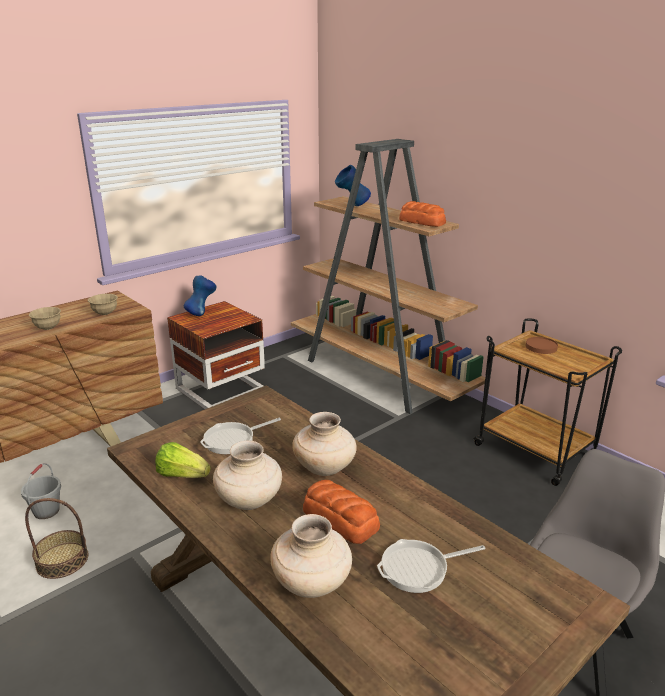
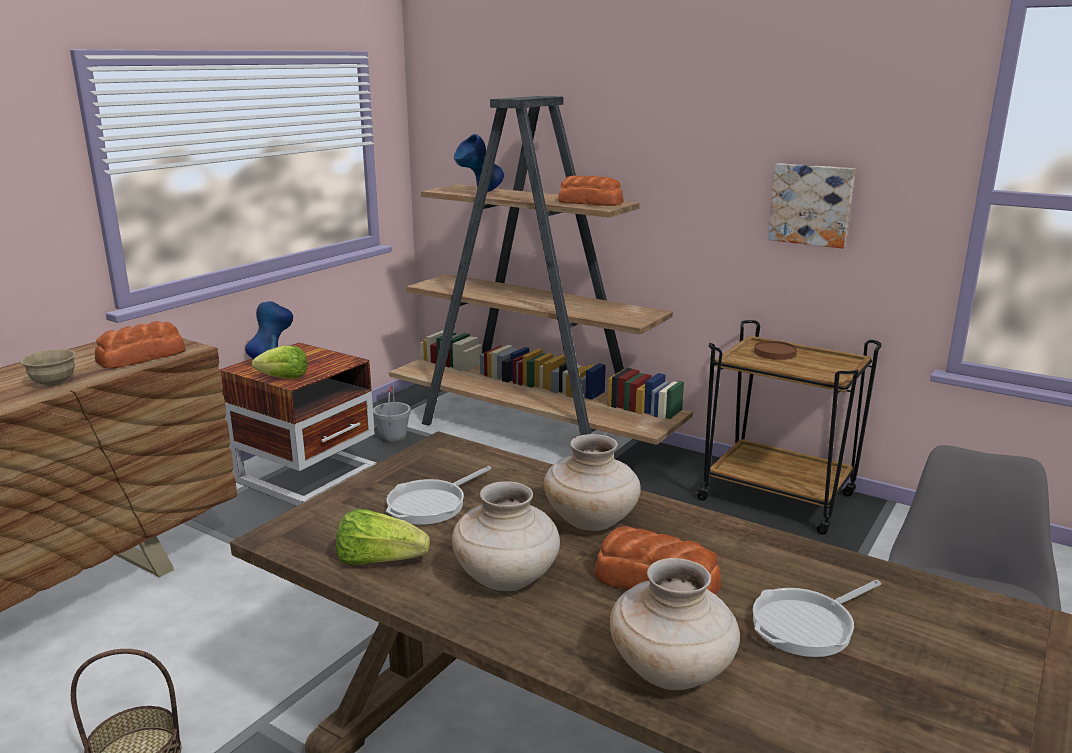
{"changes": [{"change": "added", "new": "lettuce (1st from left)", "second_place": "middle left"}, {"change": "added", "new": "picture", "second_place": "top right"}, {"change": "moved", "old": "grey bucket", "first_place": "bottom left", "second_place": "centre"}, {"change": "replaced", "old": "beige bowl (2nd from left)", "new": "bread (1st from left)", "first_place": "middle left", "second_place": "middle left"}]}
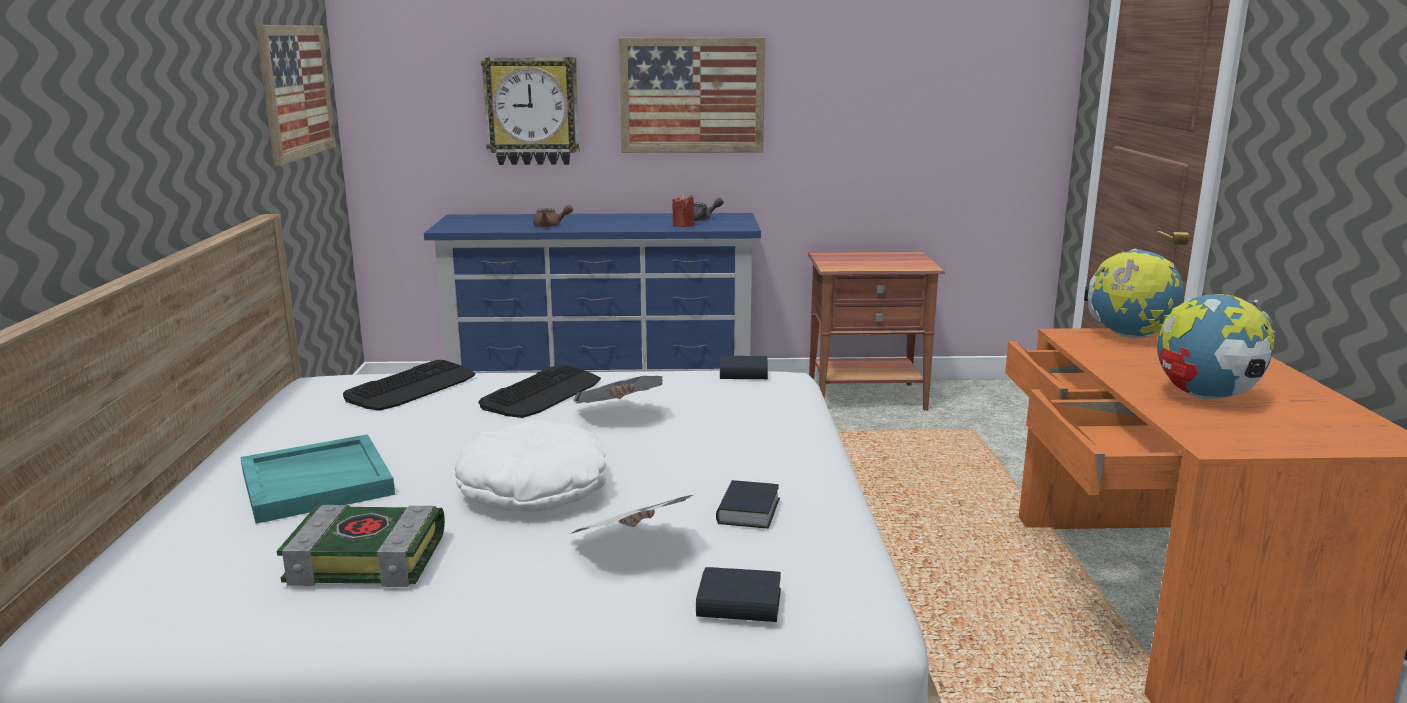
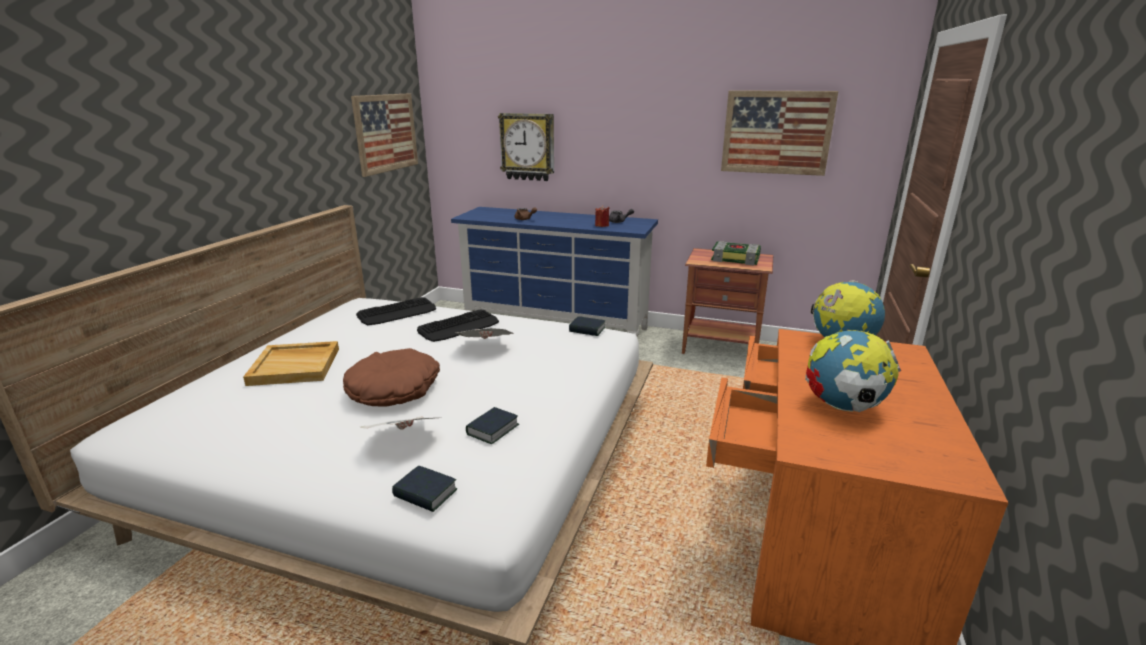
{"changes": [{"change": "moved", "old": "book (1st from left in the first image)", "new": "book (4th from left)", "first_place": "bottom left", "second_place": "centre"}, {"change": "moved", "old": "picture (2nd from left)", "first_place": "top centre", "second_place": "top right"}, {"change": "recoloured", "old": "turquoise tray", "new": "beige tray", "first_place": "bottom left", "second_place": "middle left"}, {"change": "recoloured", "old": "white pillow", "new": "brown pillow", "first_place": "centre", "second_place": "centre"}]}
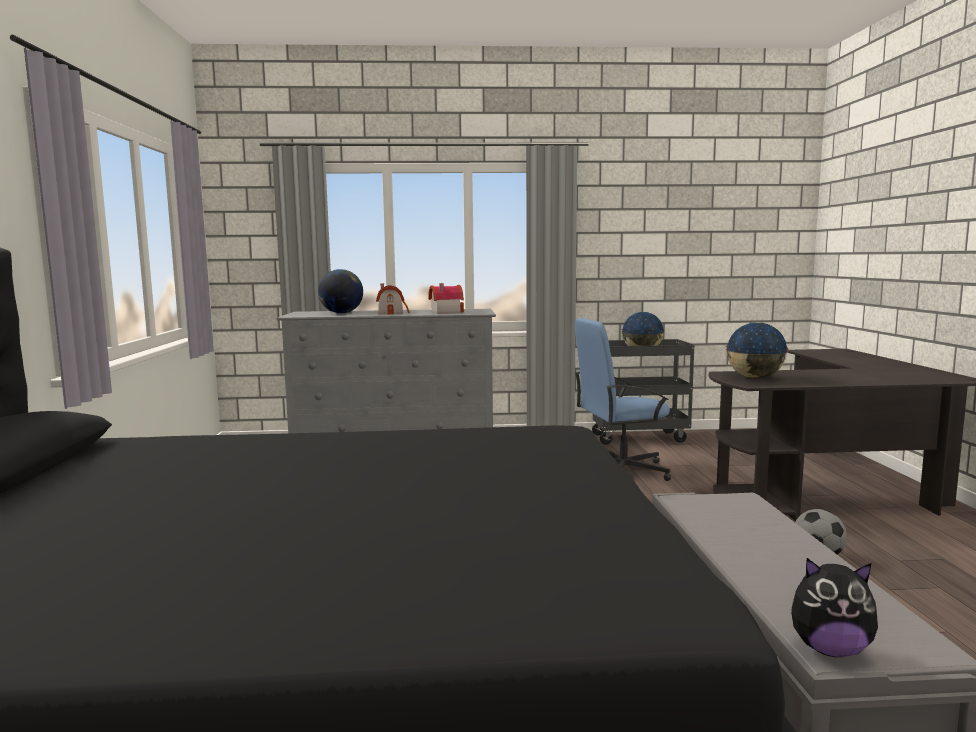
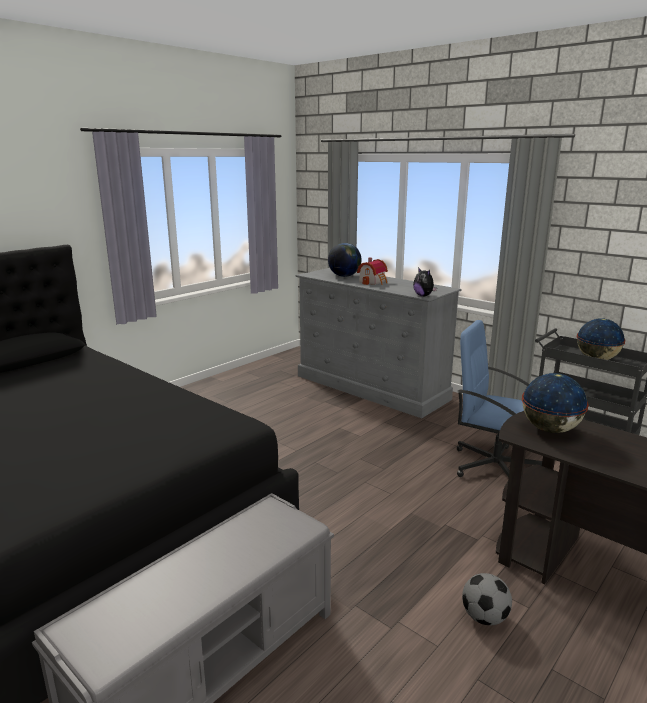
{"changes": [{"change": "removed", "old": "toy house (2nd from left)", "first_place": "centre"}, {"change": "moved", "old": "plush toy", "first_place": "bottom right", "second_place": "centre"}]}
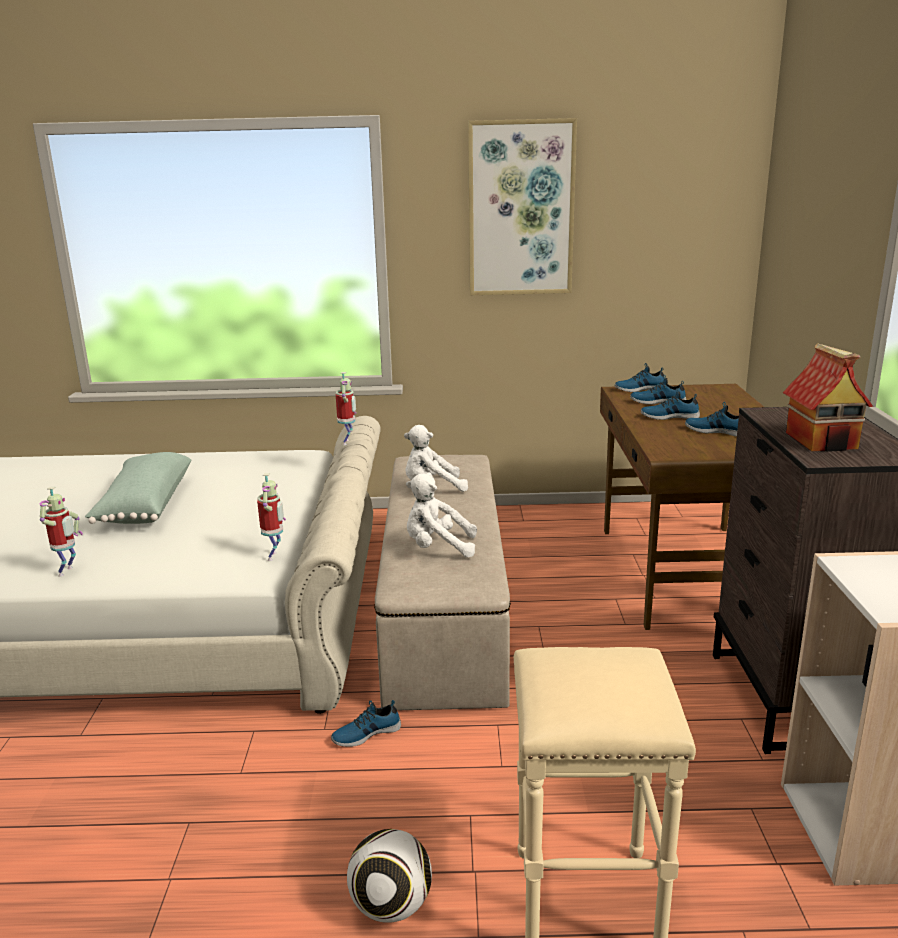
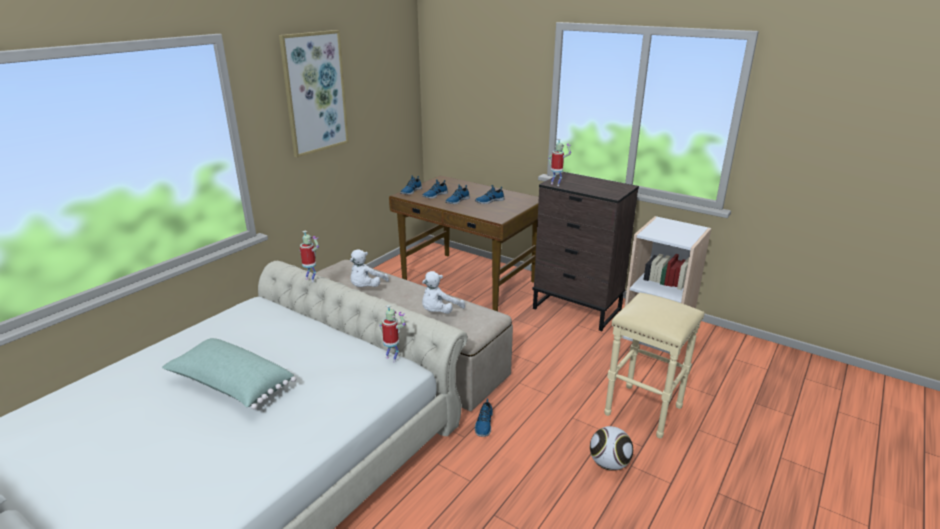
{"changes": [{"change": "removed", "old": "toy house", "first_place": "middle right"}, {"change": "moved", "old": "toy robot (1st from left in the first image)", "new": "toy robot (3rd from left)", "first_place": "middle left", "second_place": "top centre"}]}
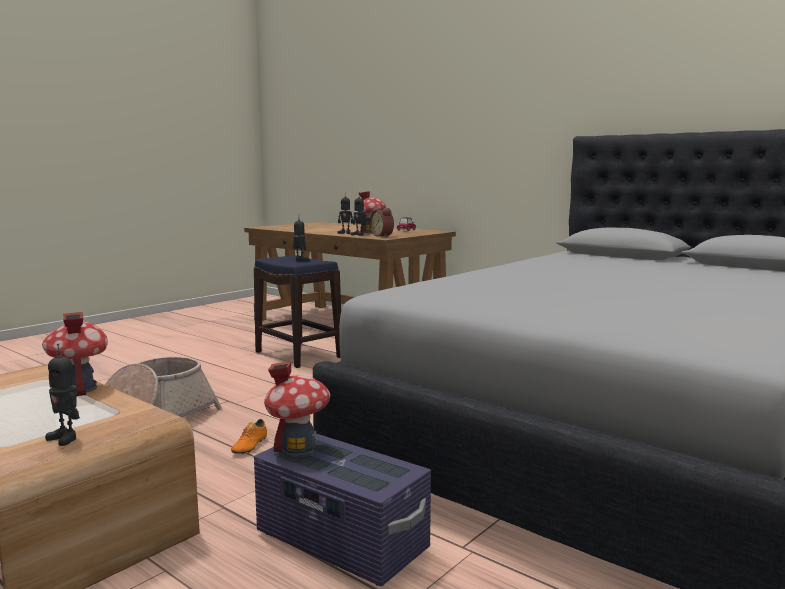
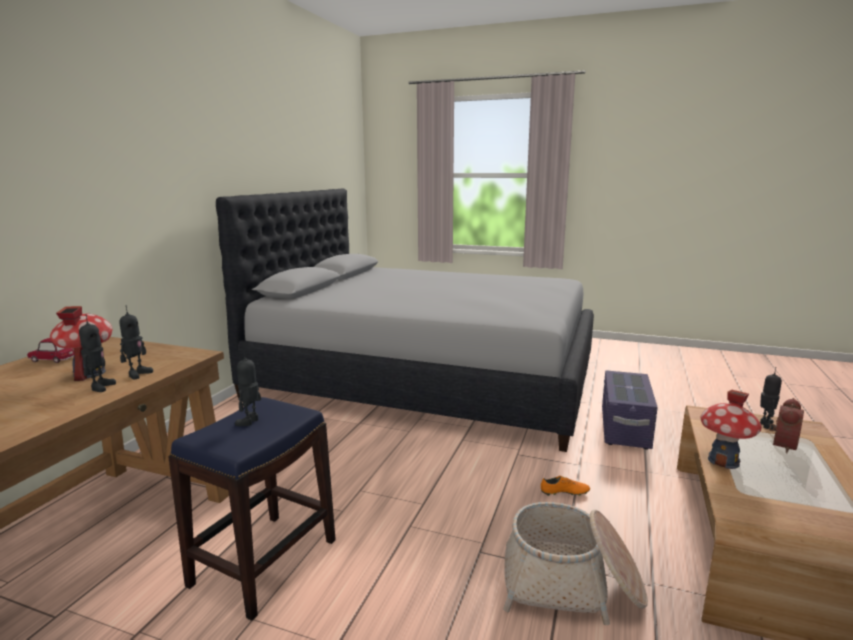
{"changes": [{"change": "removed", "old": "toy house (2nd from left)", "first_place": "bottom centre"}, {"change": "moved", "old": "alarm clock", "first_place": "centre", "second_place": "middle right"}]}
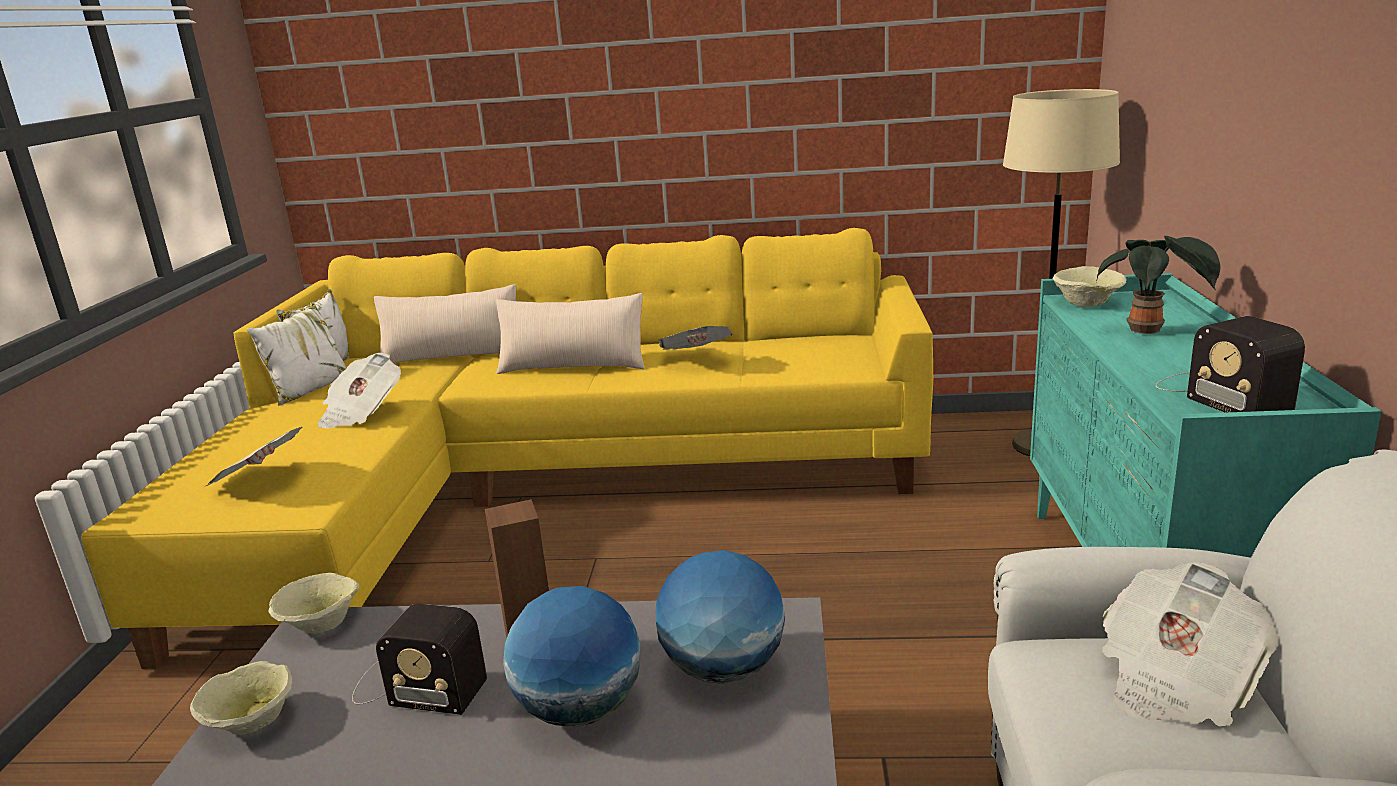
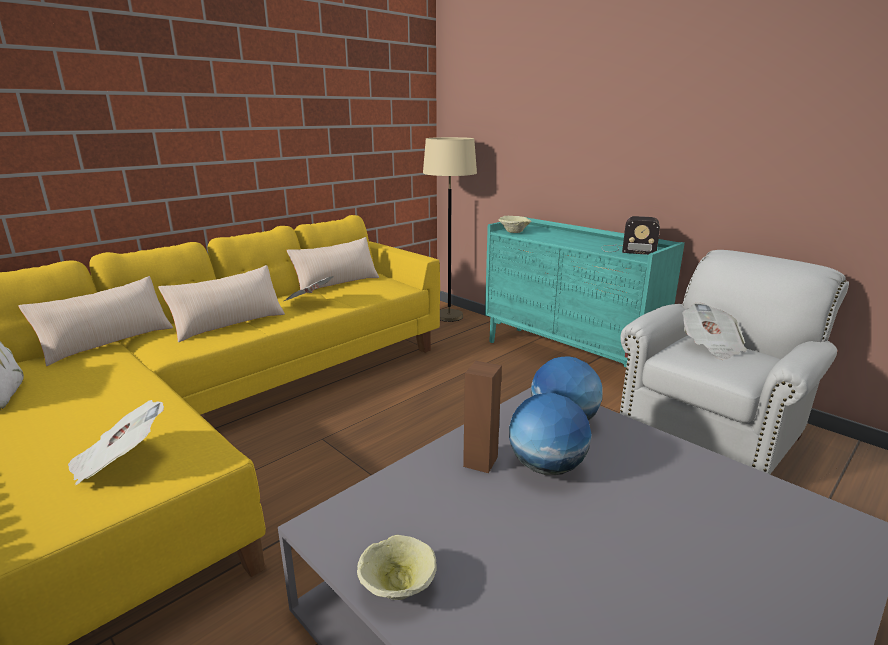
{"changes": [{"change": "removed", "old": "beige bowl (2nd from left)", "first_place": "bottom left"}, {"change": "removed", "old": "newspaper (2nd from left)", "first_place": "middle left"}, {"change": "removed", "old": "radio (1st from left)", "first_place": "bottom left"}, {"change": "removed", "old": "potted plant", "first_place": "middle right"}, {"change": "added", "new": "beige pillow (3rd from left)", "second_place": "centre"}]}
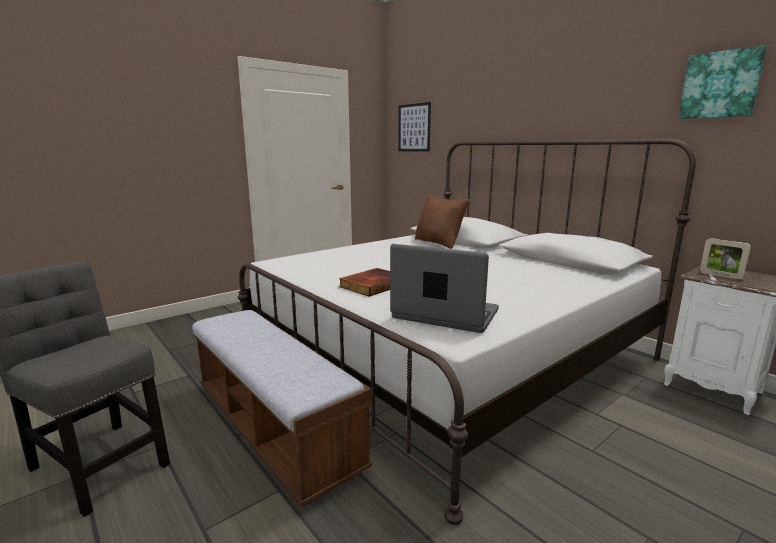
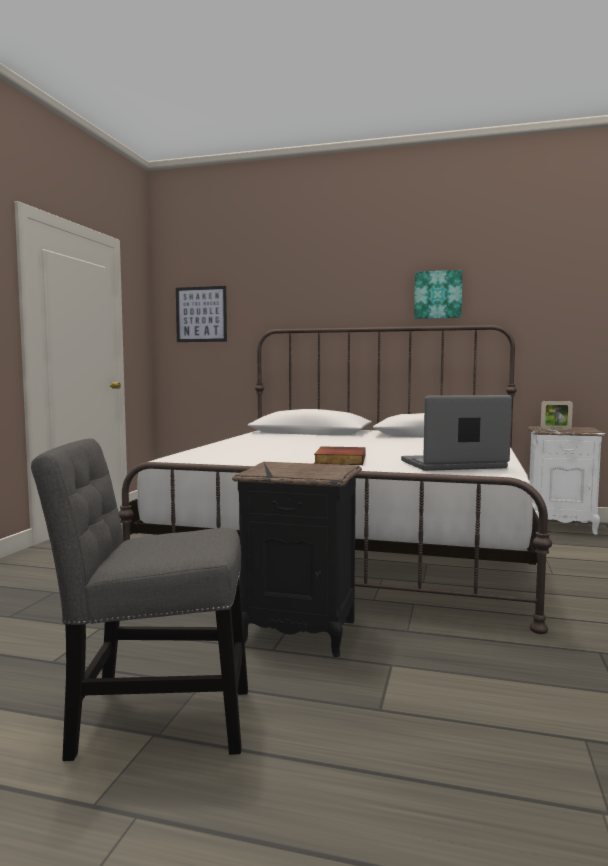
{"changes": [{"change": "removed", "old": "brown pillow", "first_place": "centre"}, {"change": "moved", "old": "picture (2nd from left)", "first_place": "top right", "second_place": "middle right"}, {"change": "replaced", "old": "bench", "new": "black nightstand", "first_place": "bottom centre", "second_place": "centre"}]}
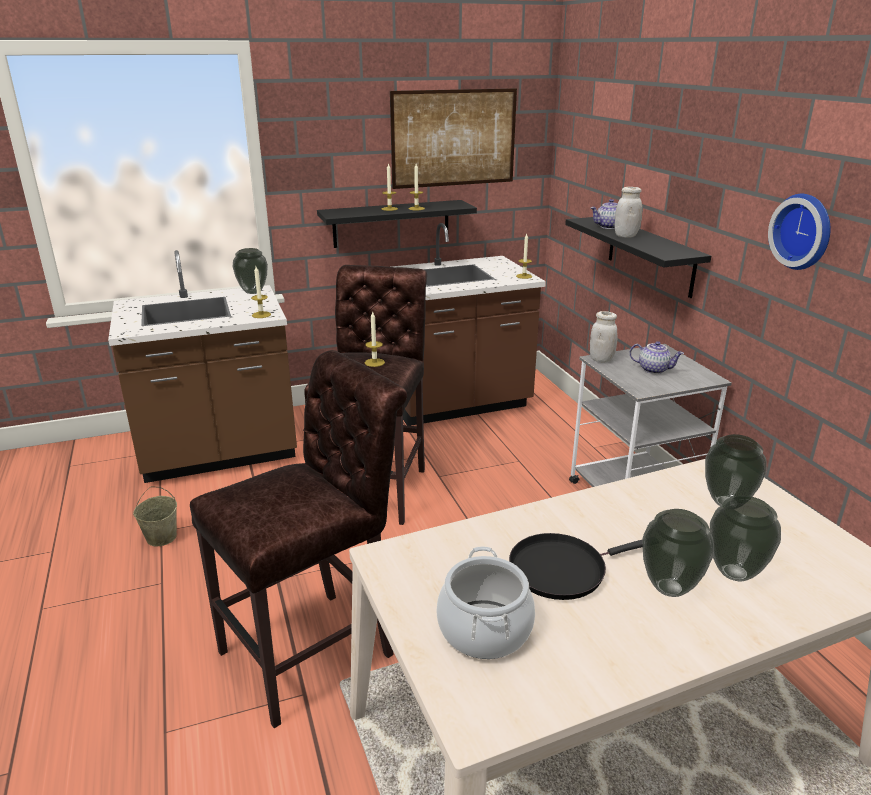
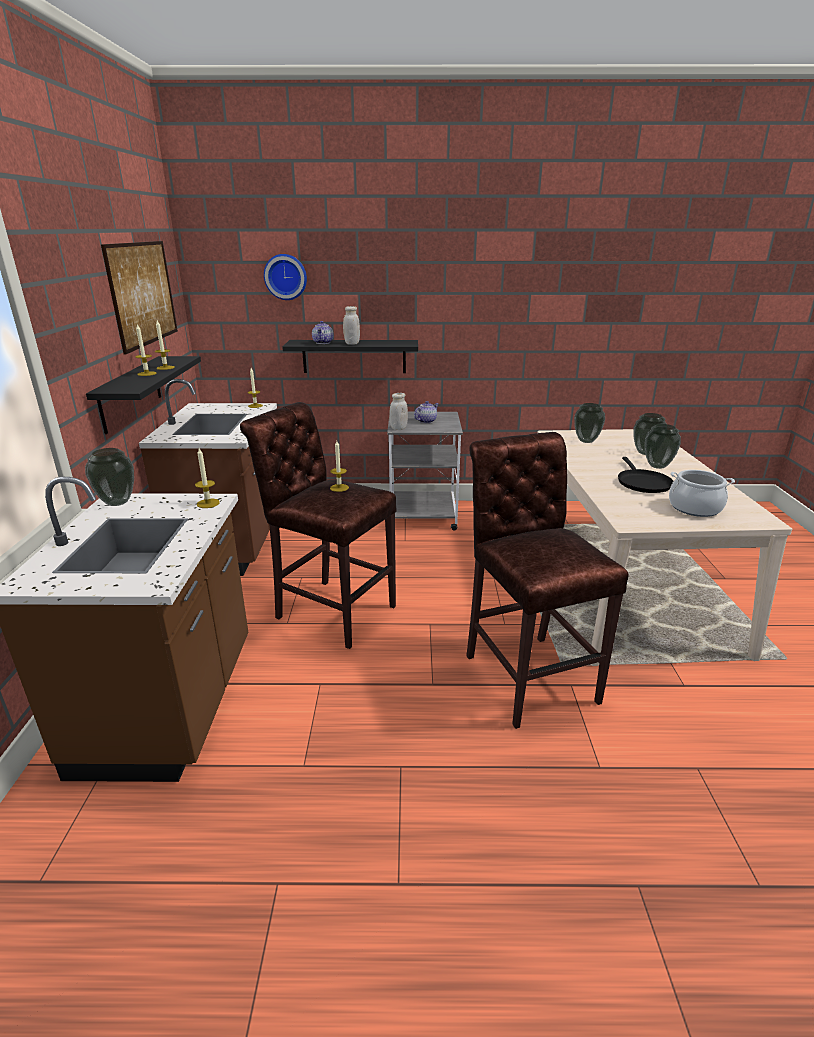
{"changes": [{"change": "removed", "old": "beige bucket", "first_place": "middle left"}, {"change": "moved", "old": "wall clock", "first_place": "top right", "second_place": "top centre"}]}
